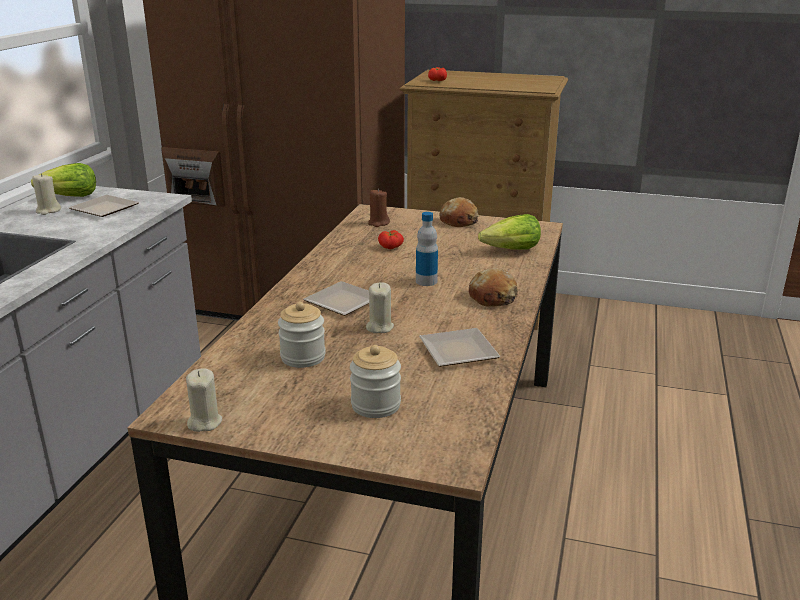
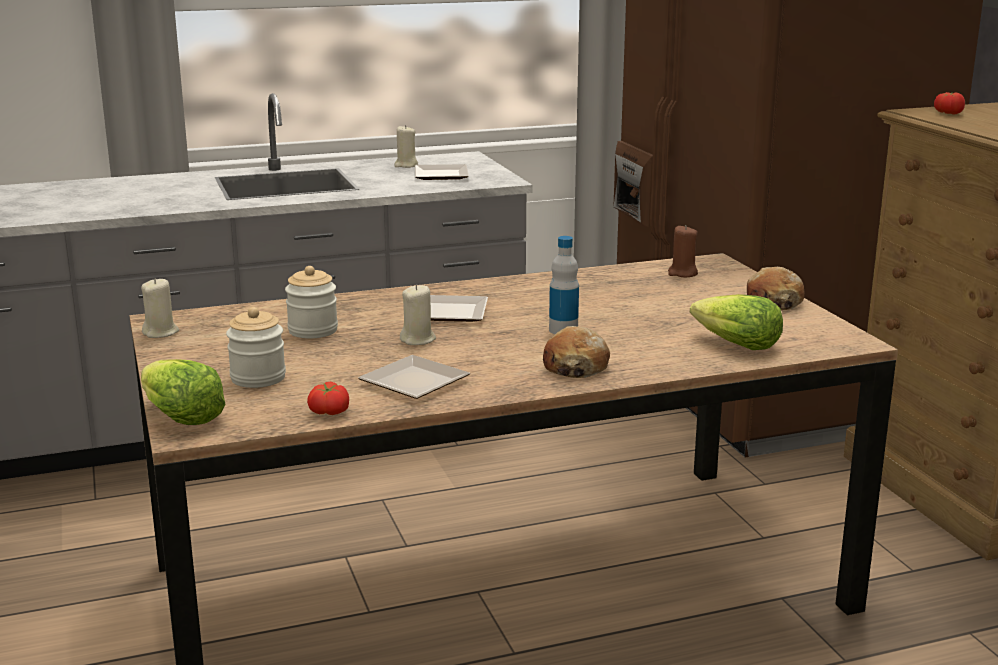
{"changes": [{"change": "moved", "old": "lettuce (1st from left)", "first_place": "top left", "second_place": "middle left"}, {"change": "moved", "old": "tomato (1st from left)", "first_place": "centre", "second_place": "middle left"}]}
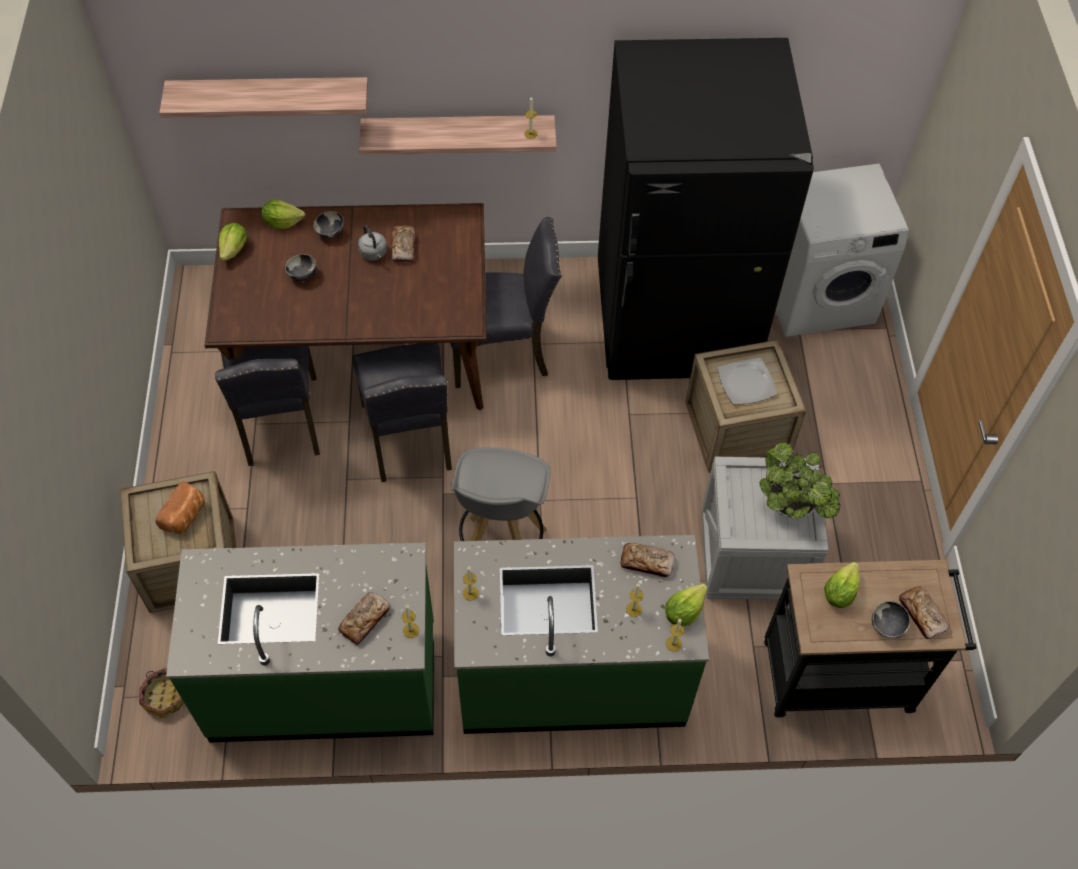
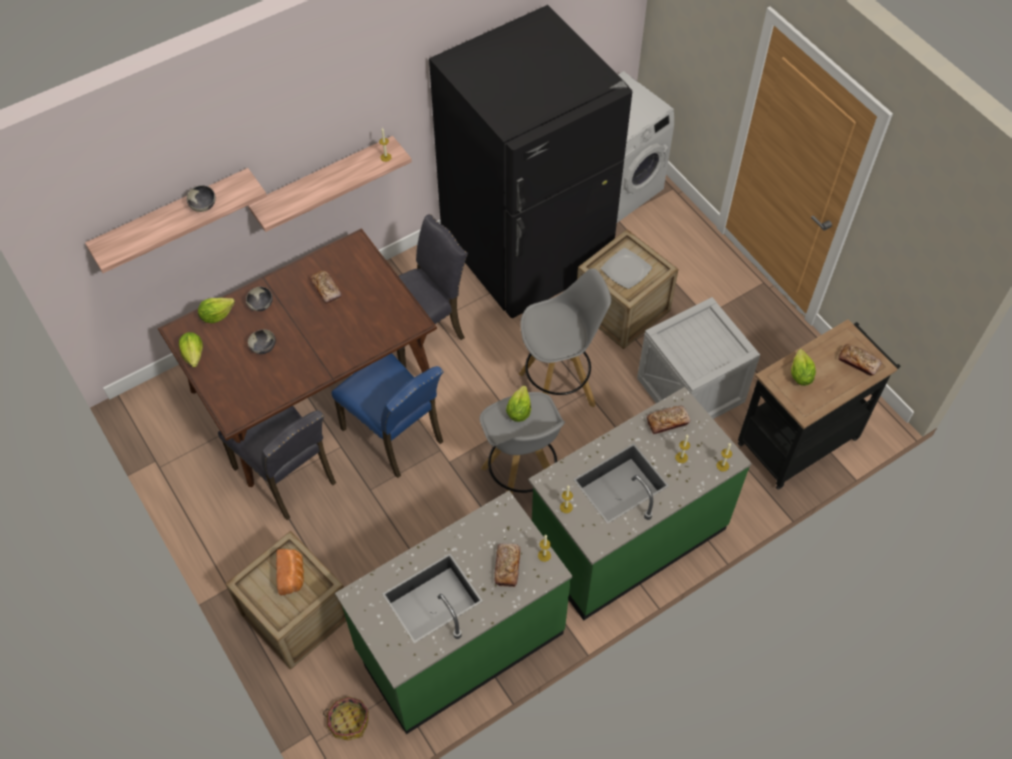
{"changes": [{"change": "removed", "old": "grey kettle", "first_place": "top centre"}, {"change": "removed", "old": "potted plant", "first_place": "middle right"}, {"change": "added", "new": "grey stool (2nd from left)", "second_place": "centre"}, {"change": "moved", "old": "lettuce (3rd from left)", "first_place": "bottom centre", "second_place": "centre"}, {"change": "moved", "old": "bowl (3rd from left in the first image)", "new": "bowl (1st from left)", "first_place": "bottom right", "second_place": "top left"}, {"change": "recoloured", "old": "grey chair (2nd from left)", "new": "blue chair", "first_place": "centre", "second_place": "centre"}]}
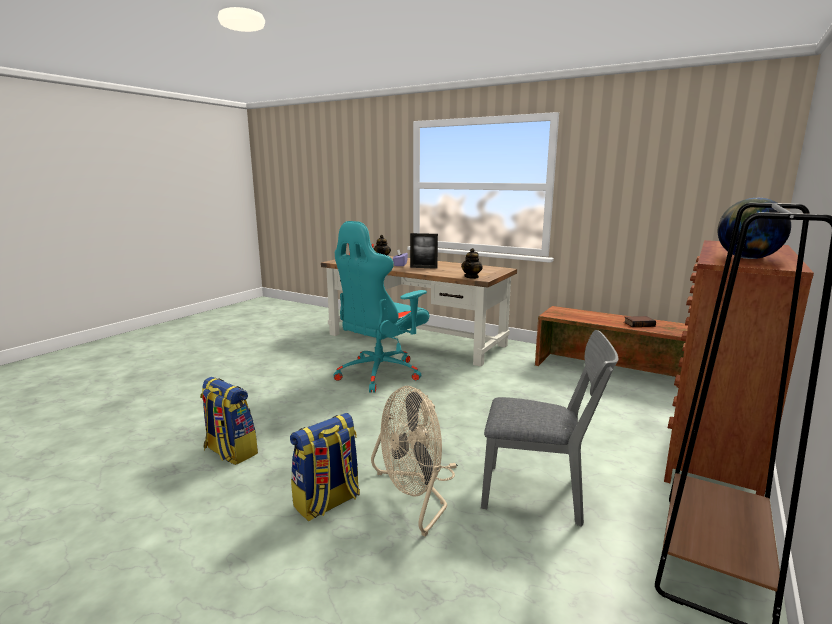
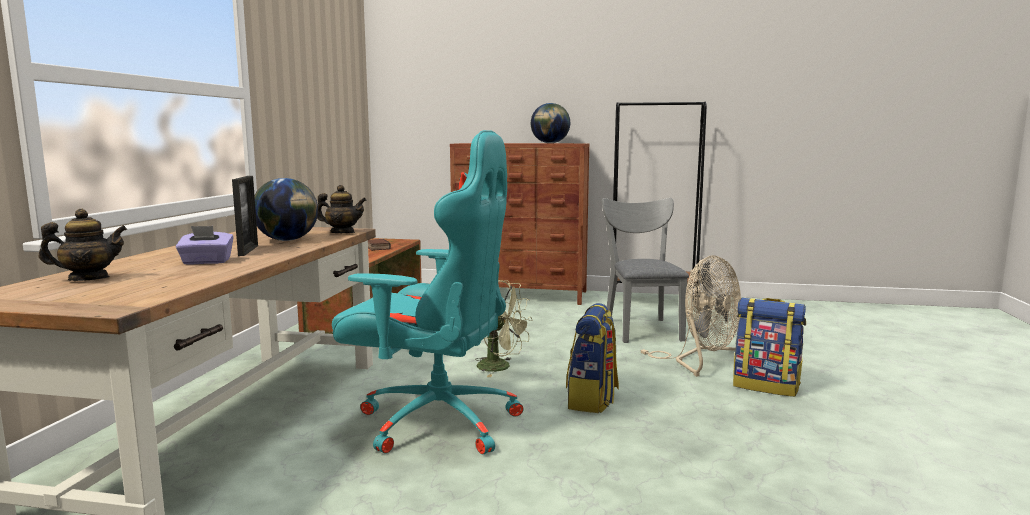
{"changes": [{"change": "added", "new": "globe (1st from left)", "second_place": "middle left"}, {"change": "added", "new": "green fan", "second_place": "centre"}, {"change": "moved", "old": "backpack (1st from left)", "first_place": "bottom left", "second_place": "bottom centre"}]}
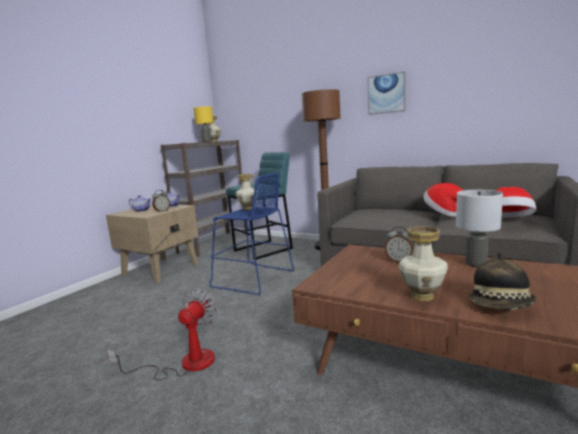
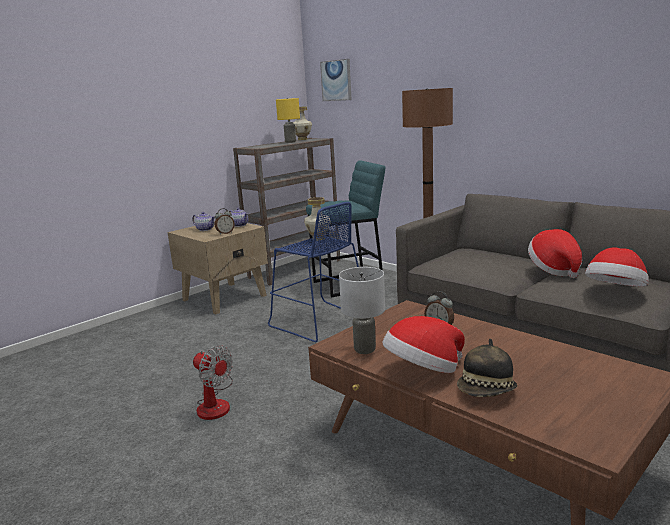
{"changes": [{"change": "moved", "old": "picture", "first_place": "top right", "second_place": "top centre"}, {"change": "moved", "old": "white table lamp", "first_place": "middle right", "second_place": "centre"}, {"change": "replaced", "old": "vase (3rd from left)", "new": "hat (1st from left)", "first_place": "middle right", "second_place": "centre"}, {"change": "turned", "old": "fan", "first_place": "bottom left", "second_place": "bottom left", "degrees": 90}]}
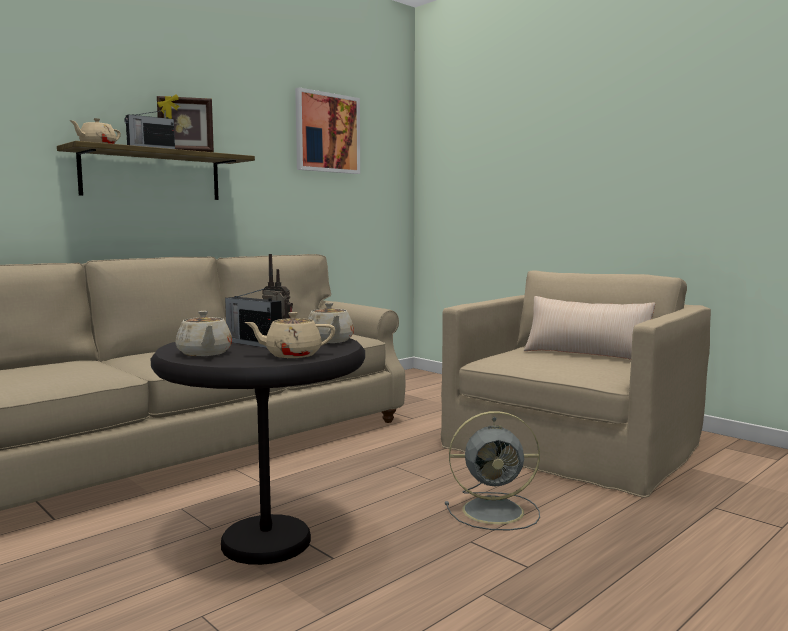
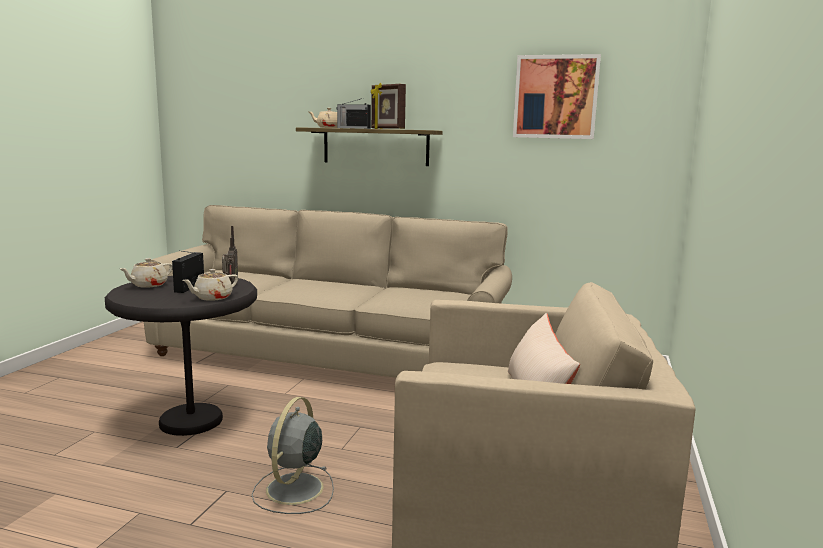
{"changes": [{"change": "removed", "old": "beige teapot (3rd from left)", "first_place": "centre"}, {"change": "turned", "old": "grey fan", "first_place": "bottom centre", "second_place": "bottom centre", "degrees": 45}]}
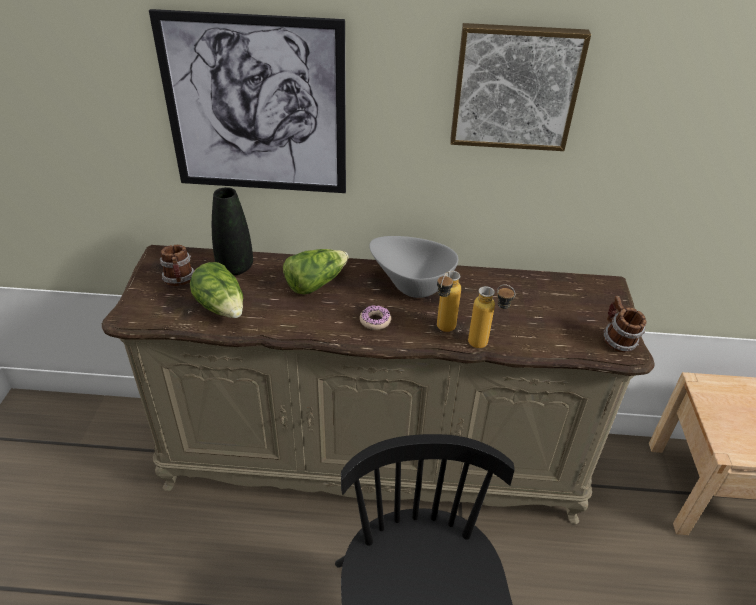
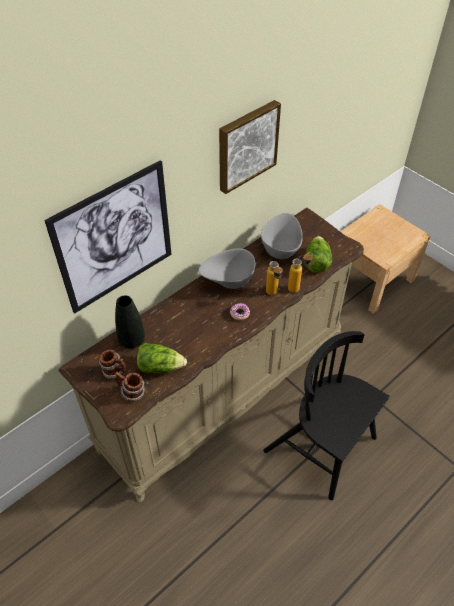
{"changes": [{"change": "added", "new": "grey bowl (2nd from left)", "second_place": "centre"}, {"change": "moved", "old": "lettuce (2nd from left)", "first_place": "centre", "second_place": "middle right"}, {"change": "moved", "old": "mug (2nd from left)", "first_place": "middle right", "second_place": "middle left"}]}
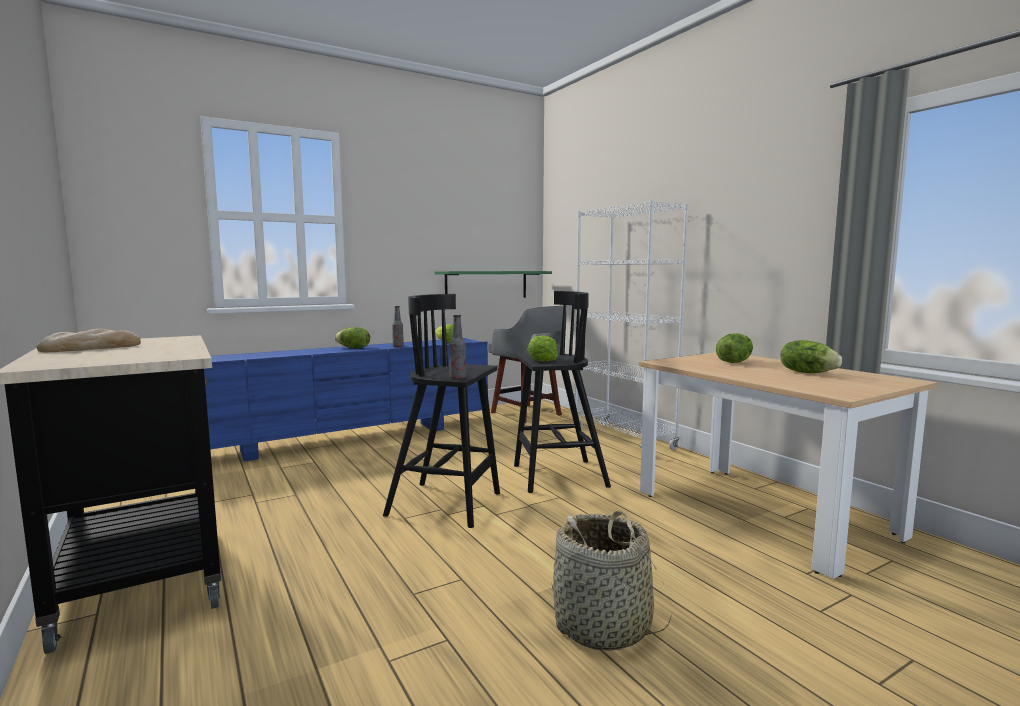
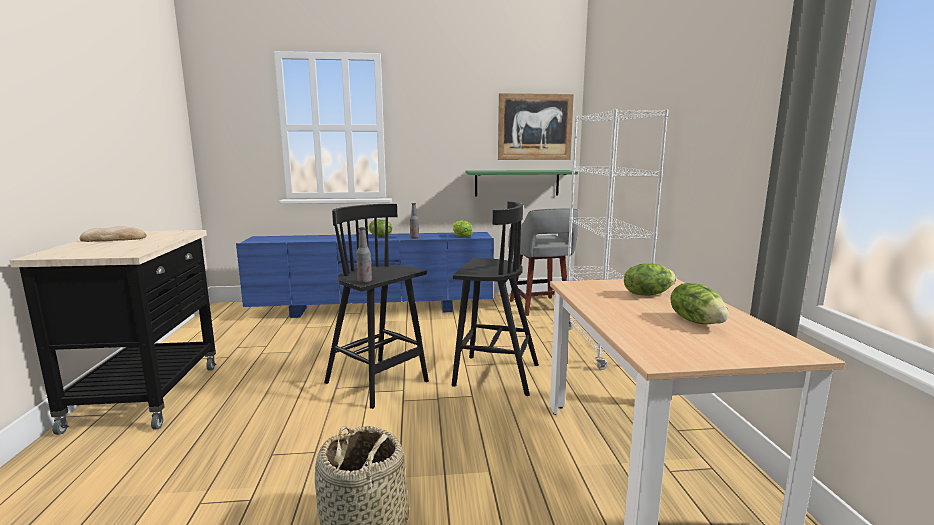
{"changes": [{"change": "removed", "old": "lettuce (3rd from left)", "first_place": "centre"}, {"change": "added", "new": "picture", "second_place": "top centre"}]}
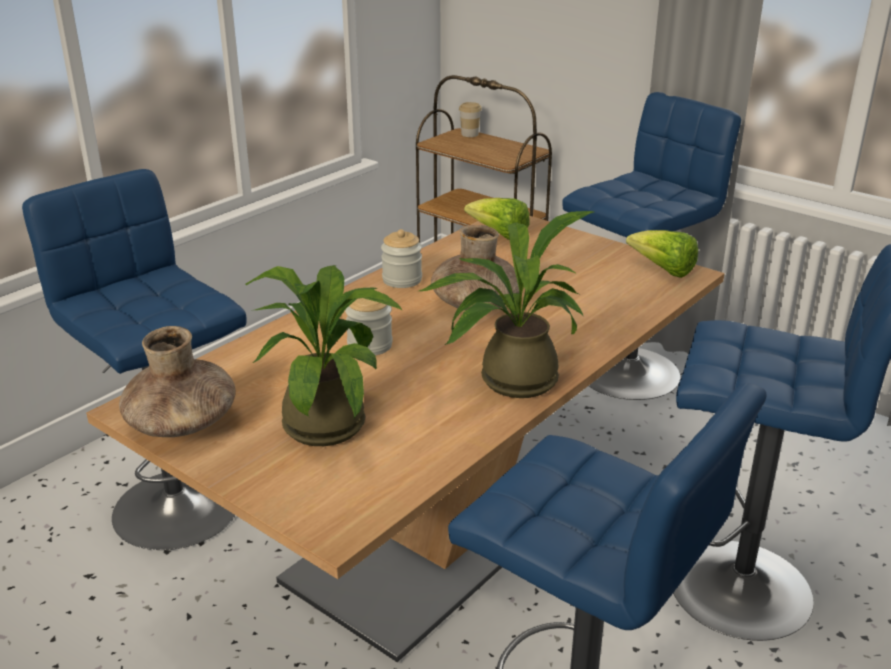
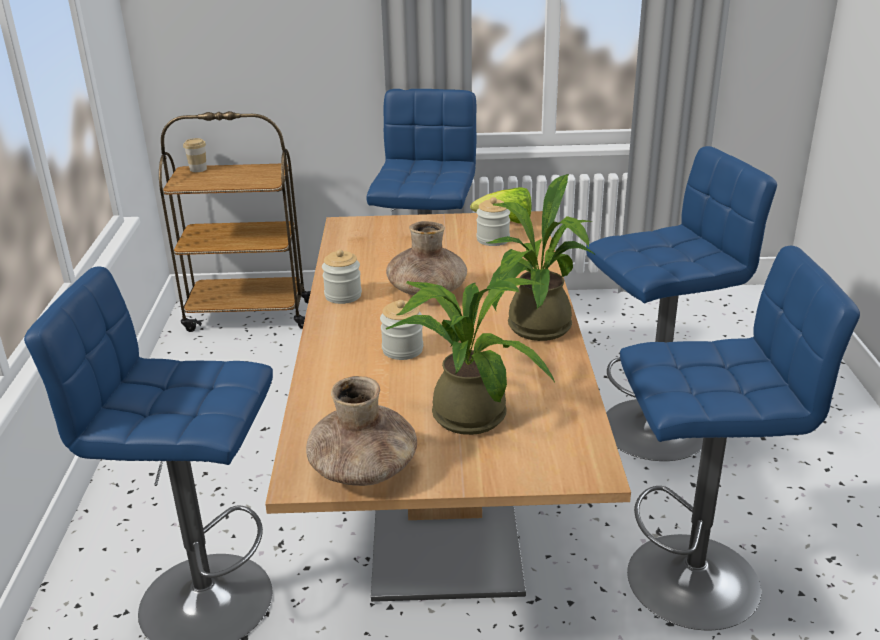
{"changes": [{"change": "removed", "old": "lettuce (1st from left)", "first_place": "top centre"}, {"change": "added", "new": "jar (3rd from left)", "second_place": "centre"}]}
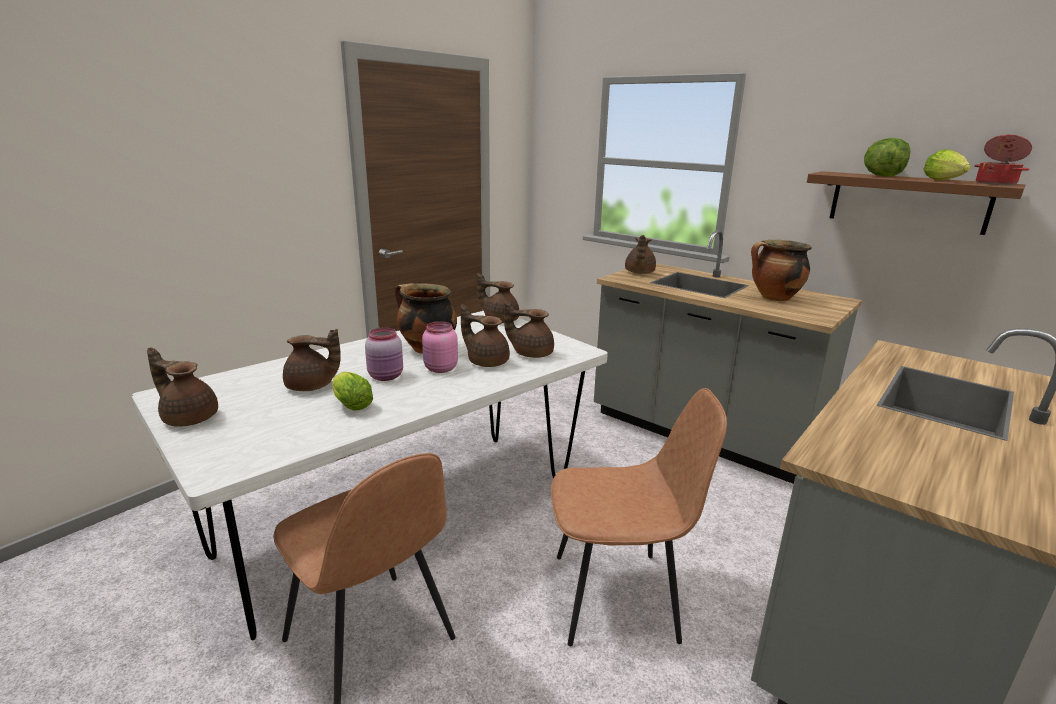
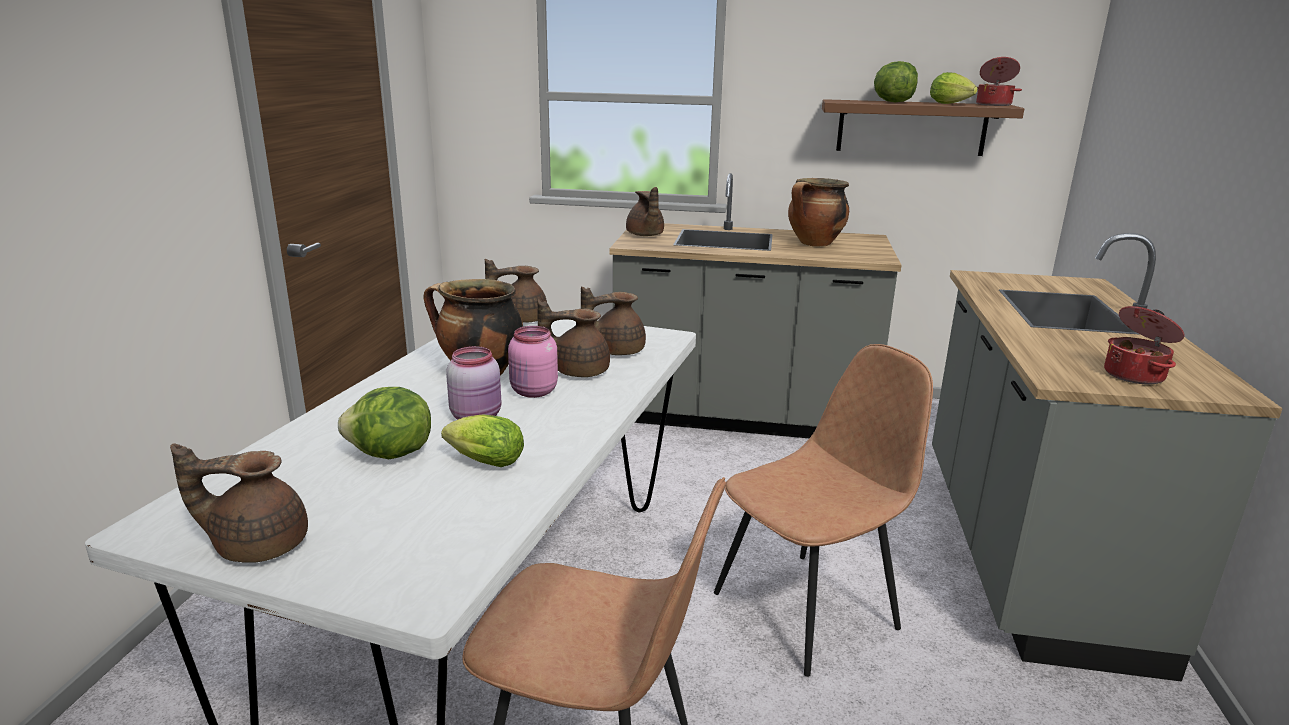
{"changes": [{"change": "added", "new": "cooking pot (4th from left)", "second_place": "middle right"}, {"change": "replaced", "old": "brown teapot (2nd from left)", "new": "lettuce (1st from left)", "first_place": "middle left", "second_place": "middle left"}]}
